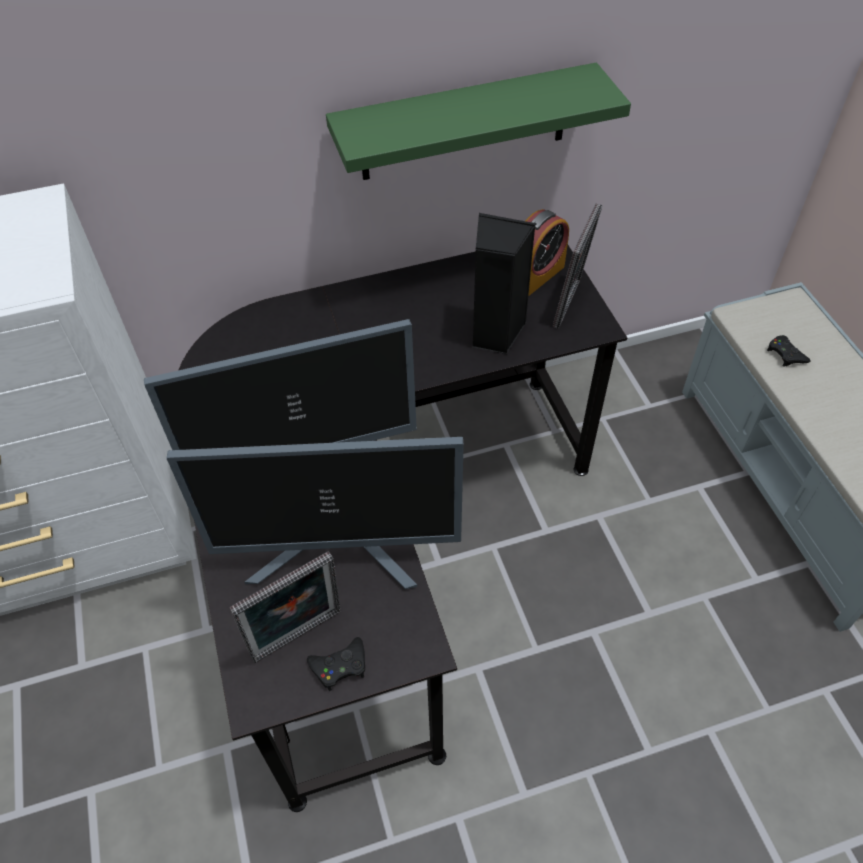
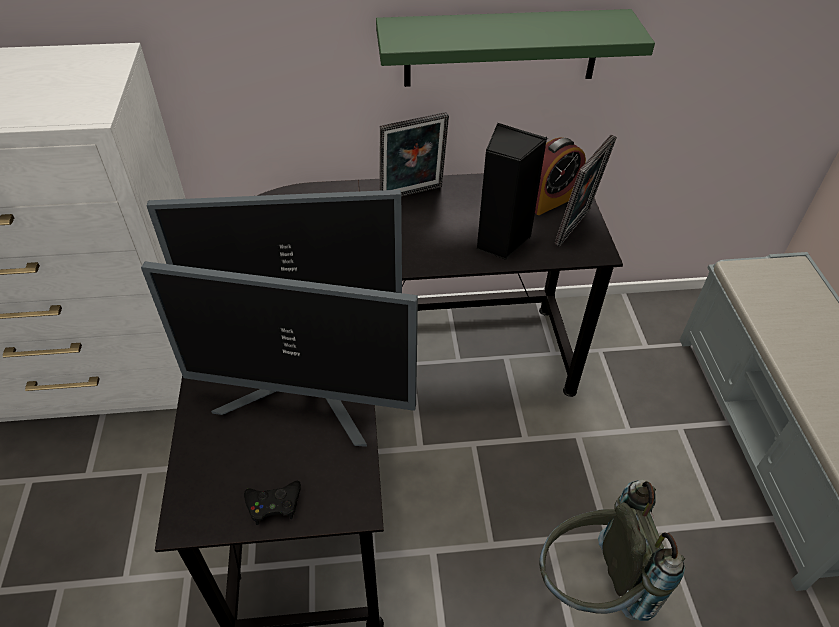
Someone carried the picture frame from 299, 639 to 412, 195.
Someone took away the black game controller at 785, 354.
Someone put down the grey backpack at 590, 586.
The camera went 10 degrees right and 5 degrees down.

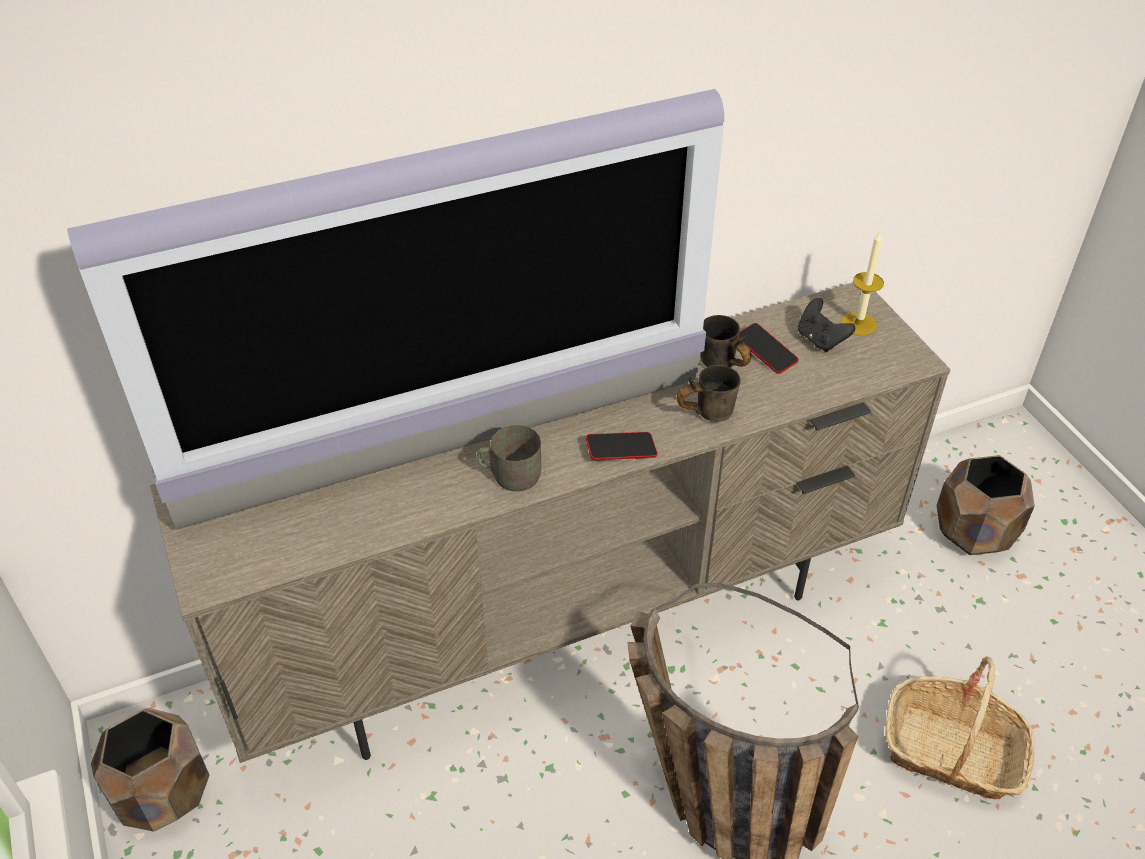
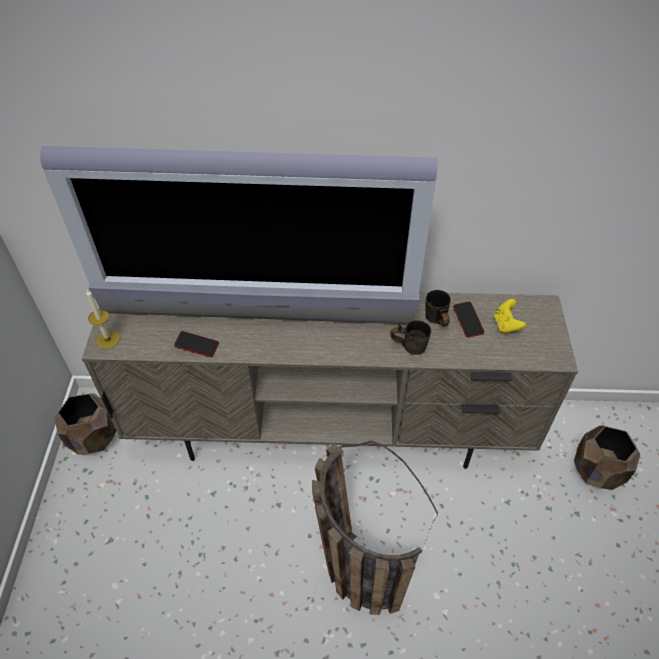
Someone took away the grey mug at 510, 474.
Someone carried the phone from 621, 450 to 197, 346.
Someone repainted the black game controller at 820, 340, which became the yellow game controller at 506, 325.
Someone carried the candle from 858, 324 to 108, 340.
Someone took away the basket at 952, 751.
The camera went 25 degrees right and 5 degrees up.

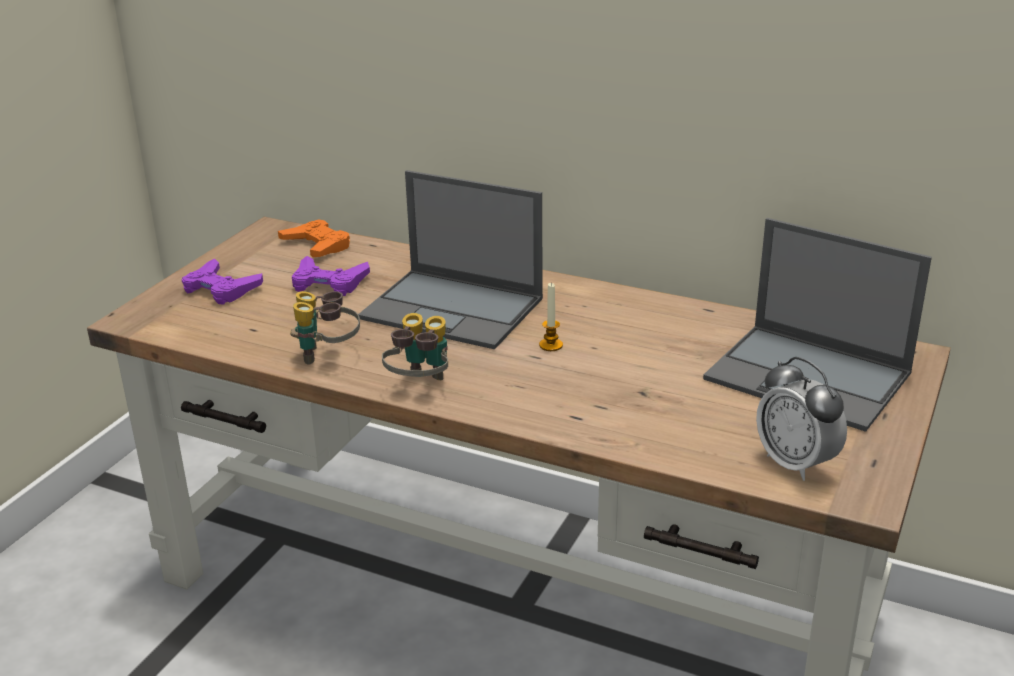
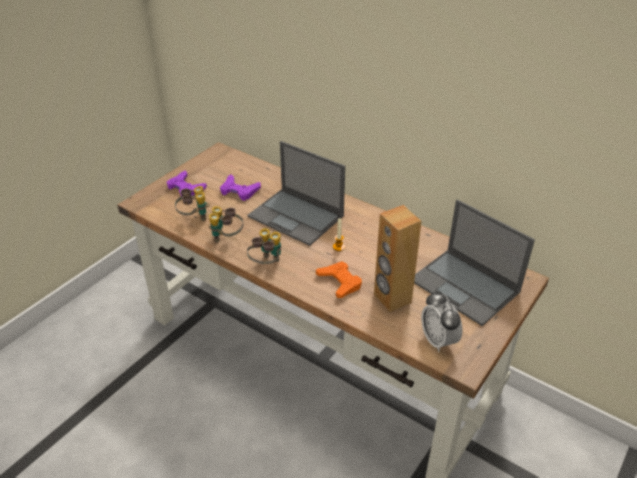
Someone carried the orange game controller from 317, 245 to 340, 282.
Someone put down the binoculars at 194, 217.
Someone put down the brown speaker at 392, 299.
The camera went 10 degrees right and 10 degrees up.

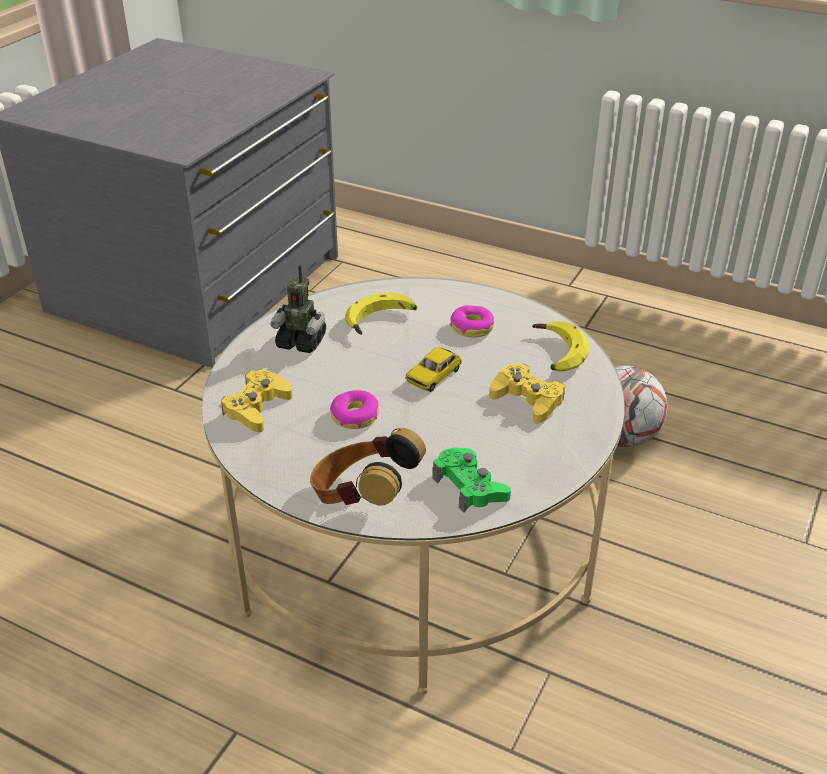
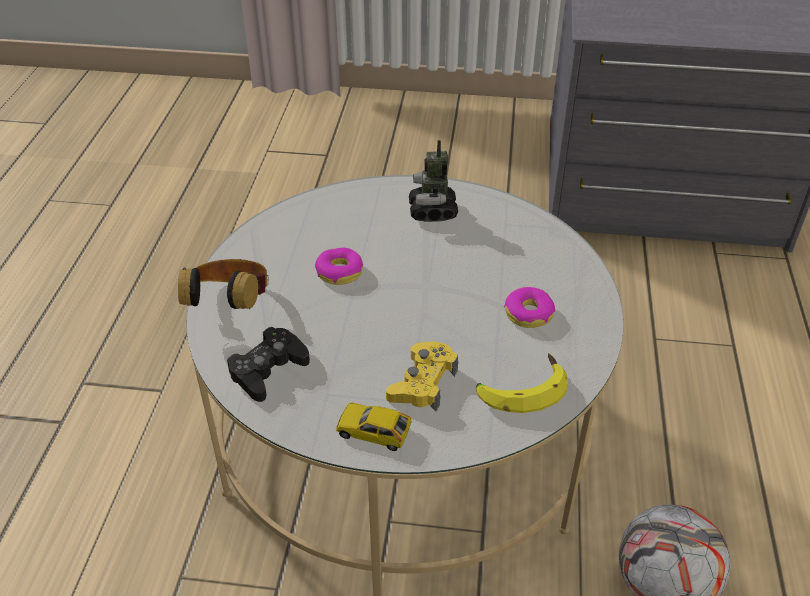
Someone took away the yellow game controller at 257, 408.
Someone took away the banana at 382, 322.
Someone carried the toy car from 433, 376 to 374, 431.
Someone repainted the green game controller at 470, 487, which became the black game controller at 268, 370.
The camera went 70 degrees right and 5 degrees up.

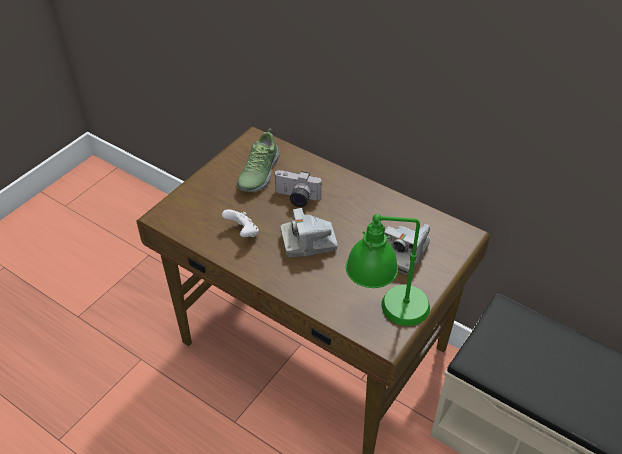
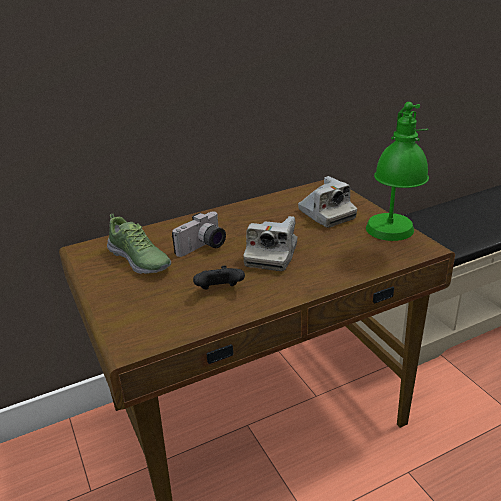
Someone repainted the white game controller at 243, 232, which became the black game controller at 219, 291.
The camera went 60 degrees left and 15 degrees down.

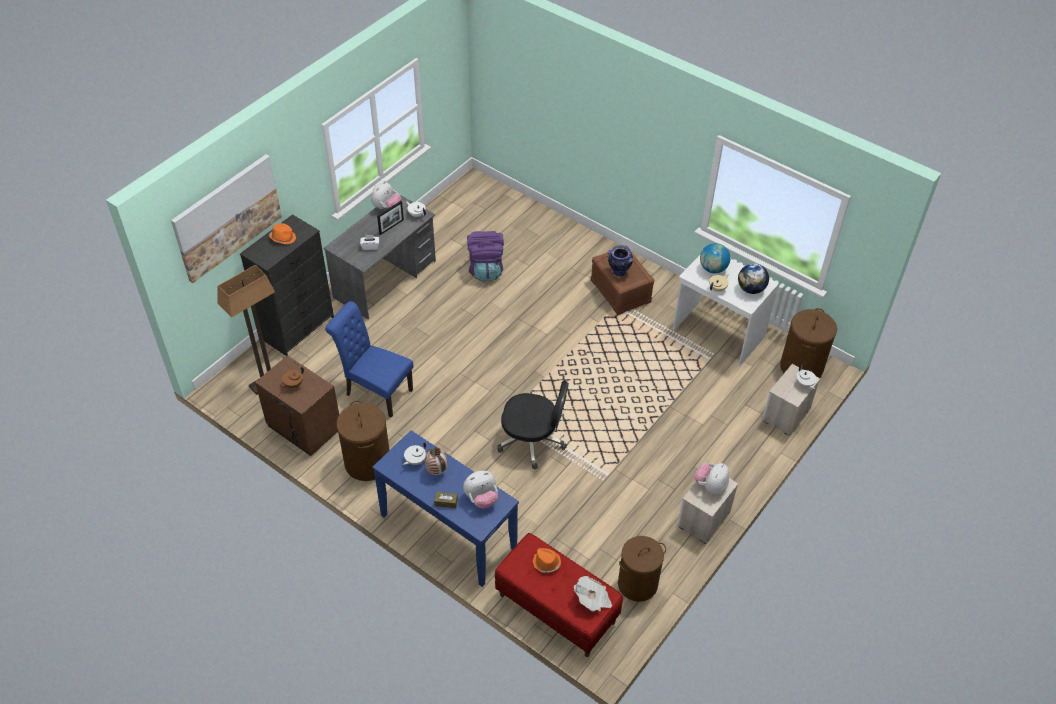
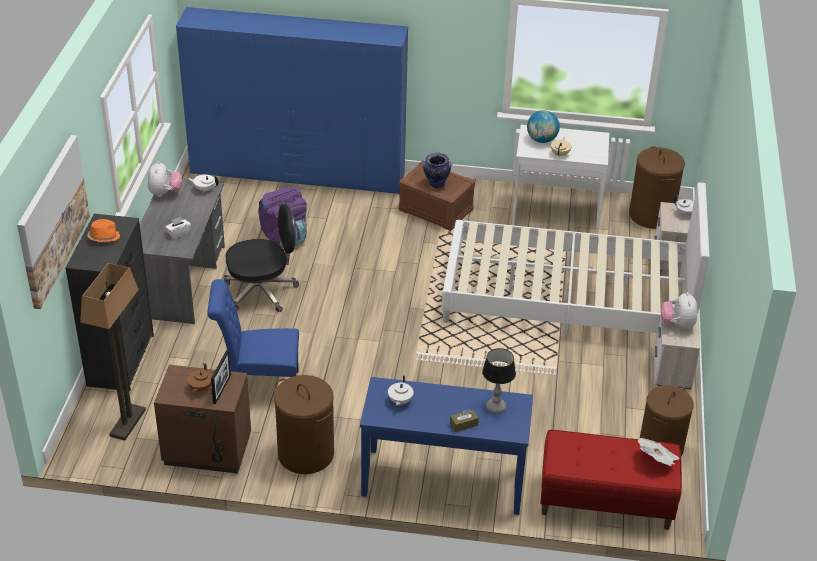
Someone carried the picture frame from 391, 227 to 222, 389.
Someone took away the vase at 437, 471.
Someone swapped the plush toy at 481, 498 for the table lamp at 495, 407.
Someone carried the black office chair from 532, 441 to 262, 291.
Someone took away the orange hat at 546, 563.
Someone took away the globe at 750, 289.
Someone put down the blue wardrobe at 297, 174.
Someone put down the white bed at 567, 300.
The camera went 30 degrees left and 10 degrees down.

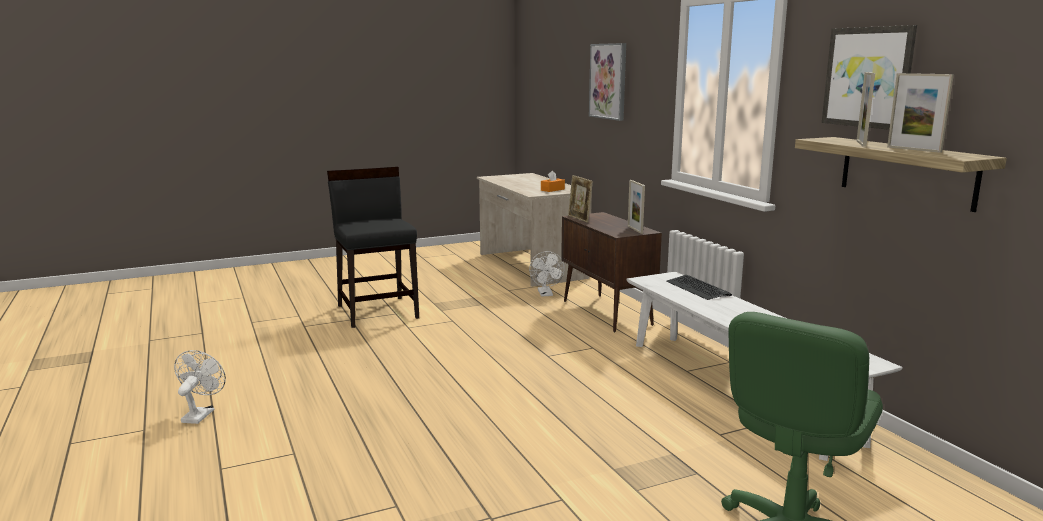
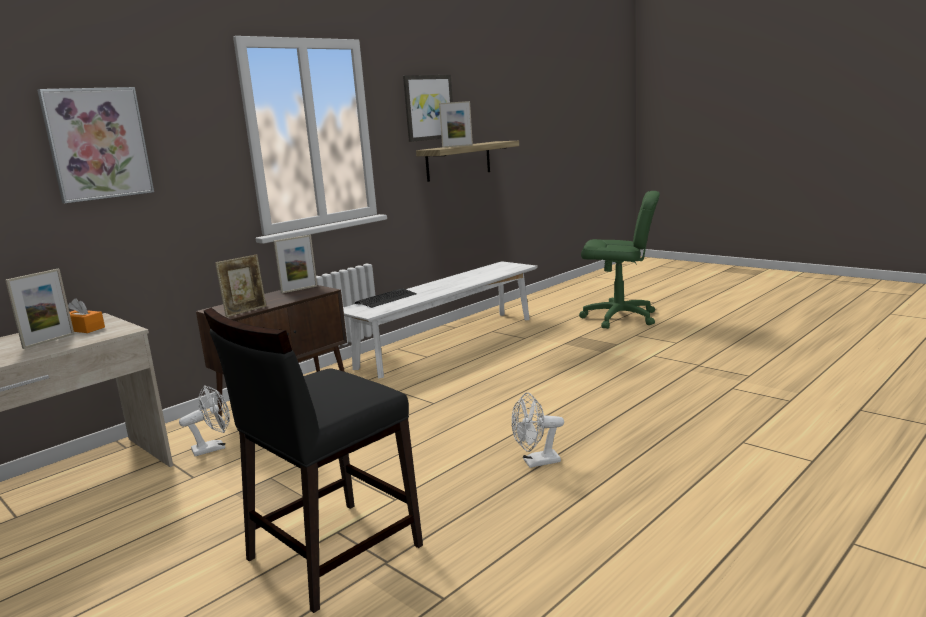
Someone carried the white fan from 200, 414 to 536, 462.
Someone carried the picture frame from 913, 149 to 49, 341.
The camera went 110 degrees left and 0 degrees up.

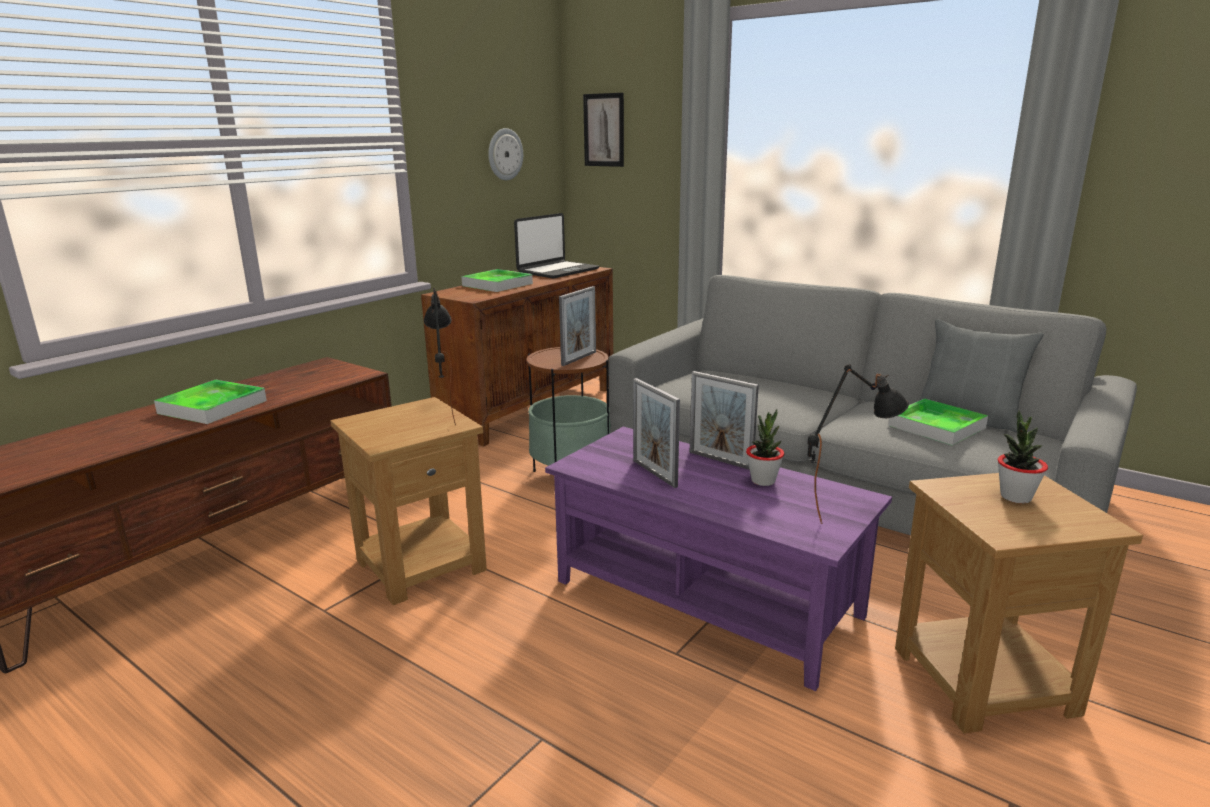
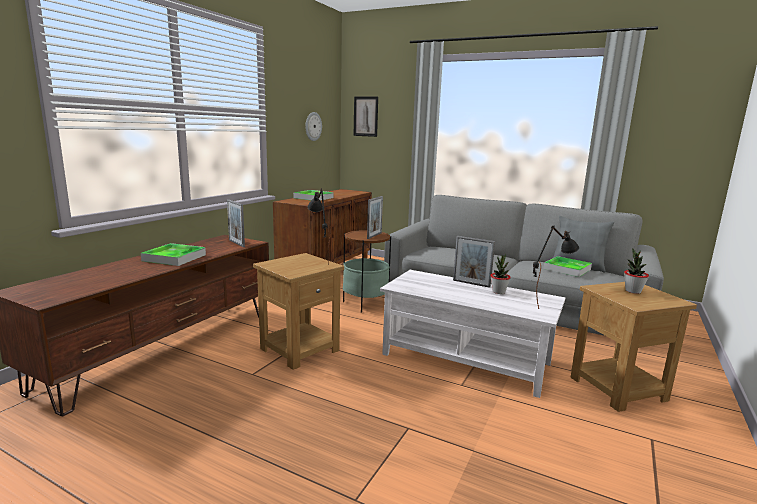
Someone took away the laptop at 557, 271.
Someone repainted the purple coffee table at 707, 598, which became the white coffee table at 466, 359.
Someone carried the picture frame from 654, 473 to 236, 243.
The camera went 10 degrees left and 5 degrees down.

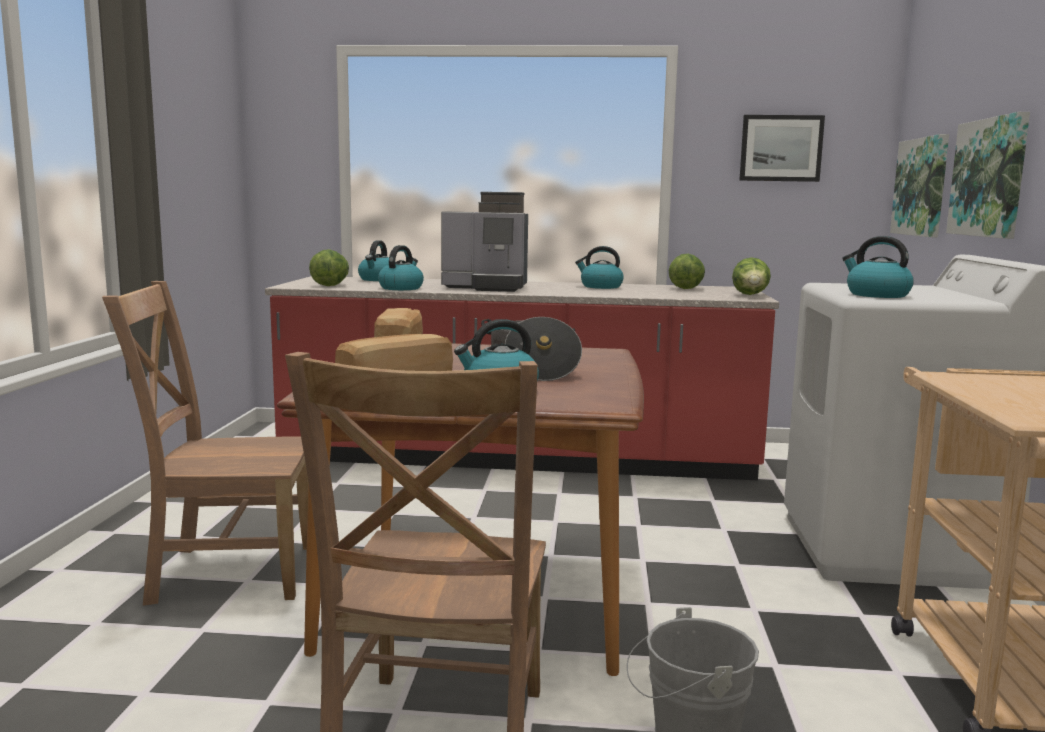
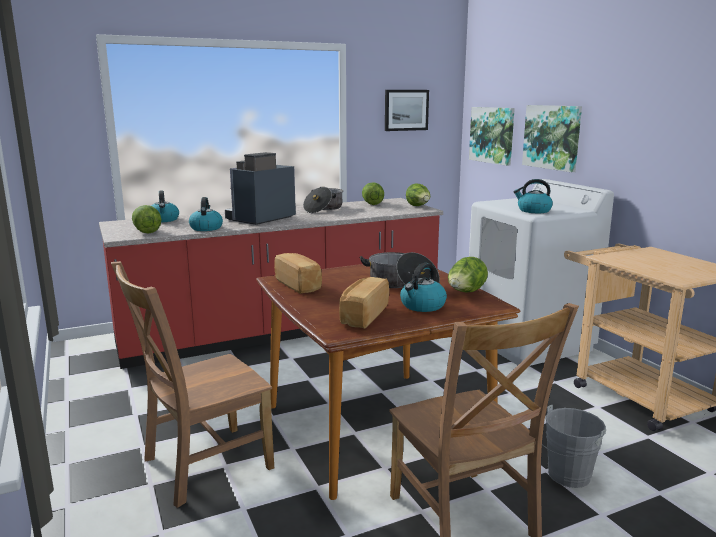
Someone rotated the coffee machine at 488, 287 by 150 degrees clockwise.
Someone swapped the kettle at 600, 287 for the cooking pot at 323, 209.
Someone put down the lettuce at 465, 293.
The camera went 30 degrees left and 5 degrees up.

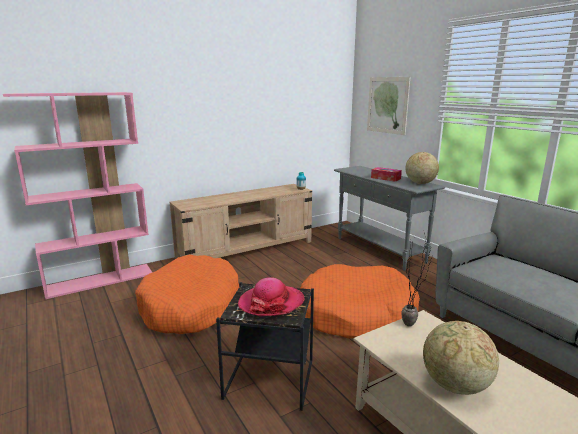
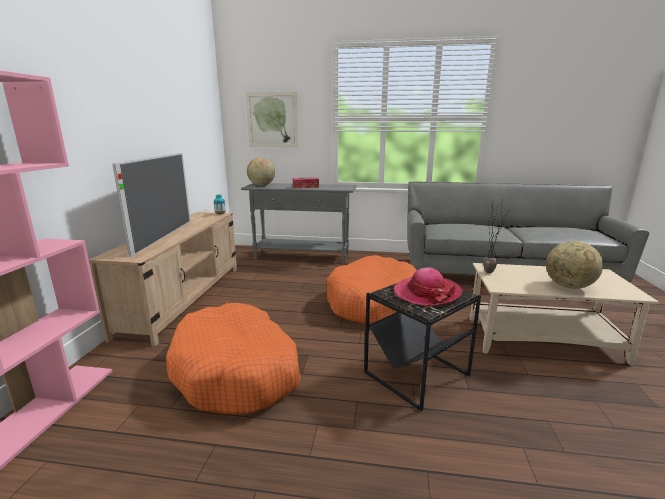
Someone carried the globe from 420, 183 to 261, 185.
Someone put down the television at 165, 236.
The camera went 50 degrees left and 0 degrees up.

